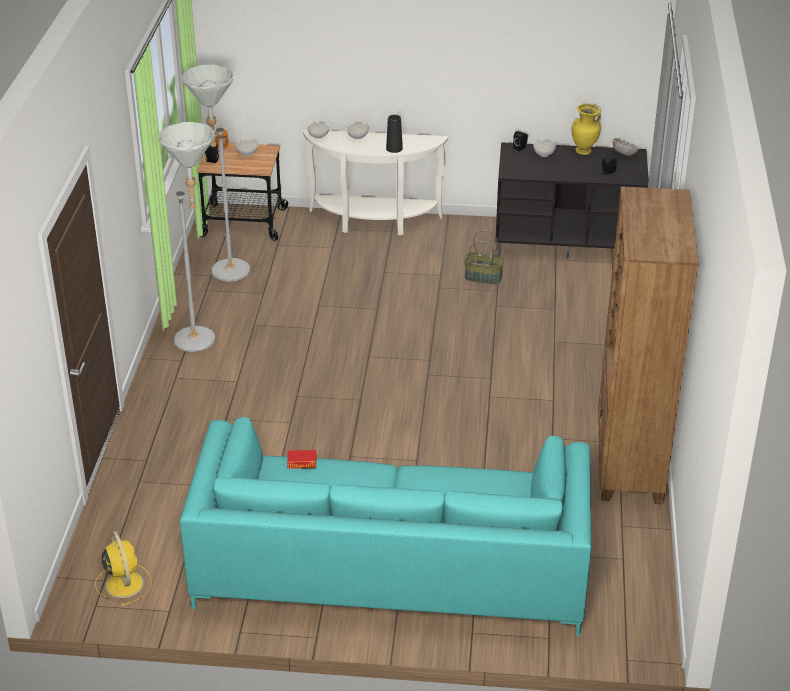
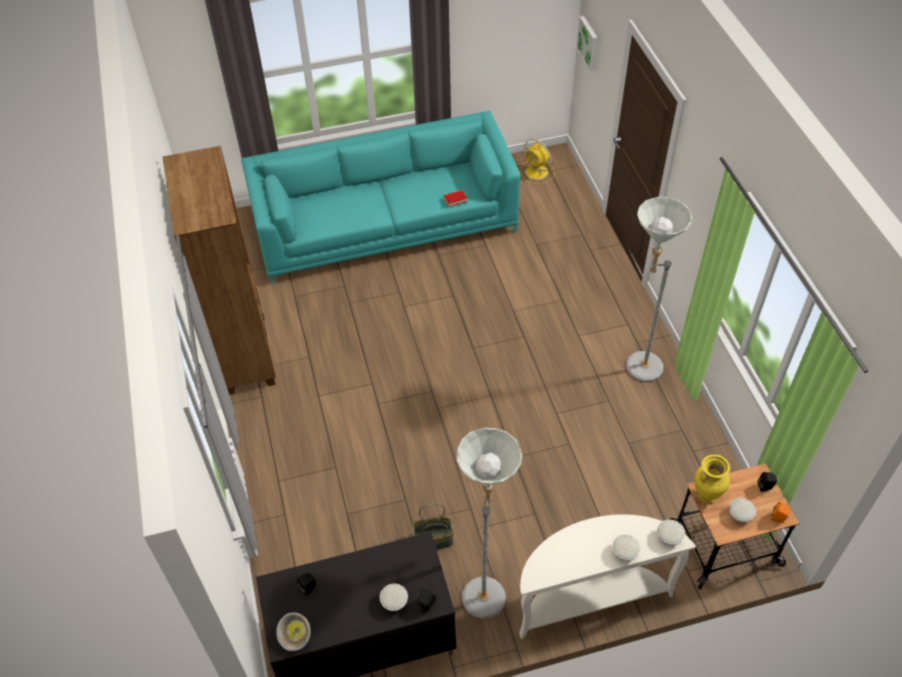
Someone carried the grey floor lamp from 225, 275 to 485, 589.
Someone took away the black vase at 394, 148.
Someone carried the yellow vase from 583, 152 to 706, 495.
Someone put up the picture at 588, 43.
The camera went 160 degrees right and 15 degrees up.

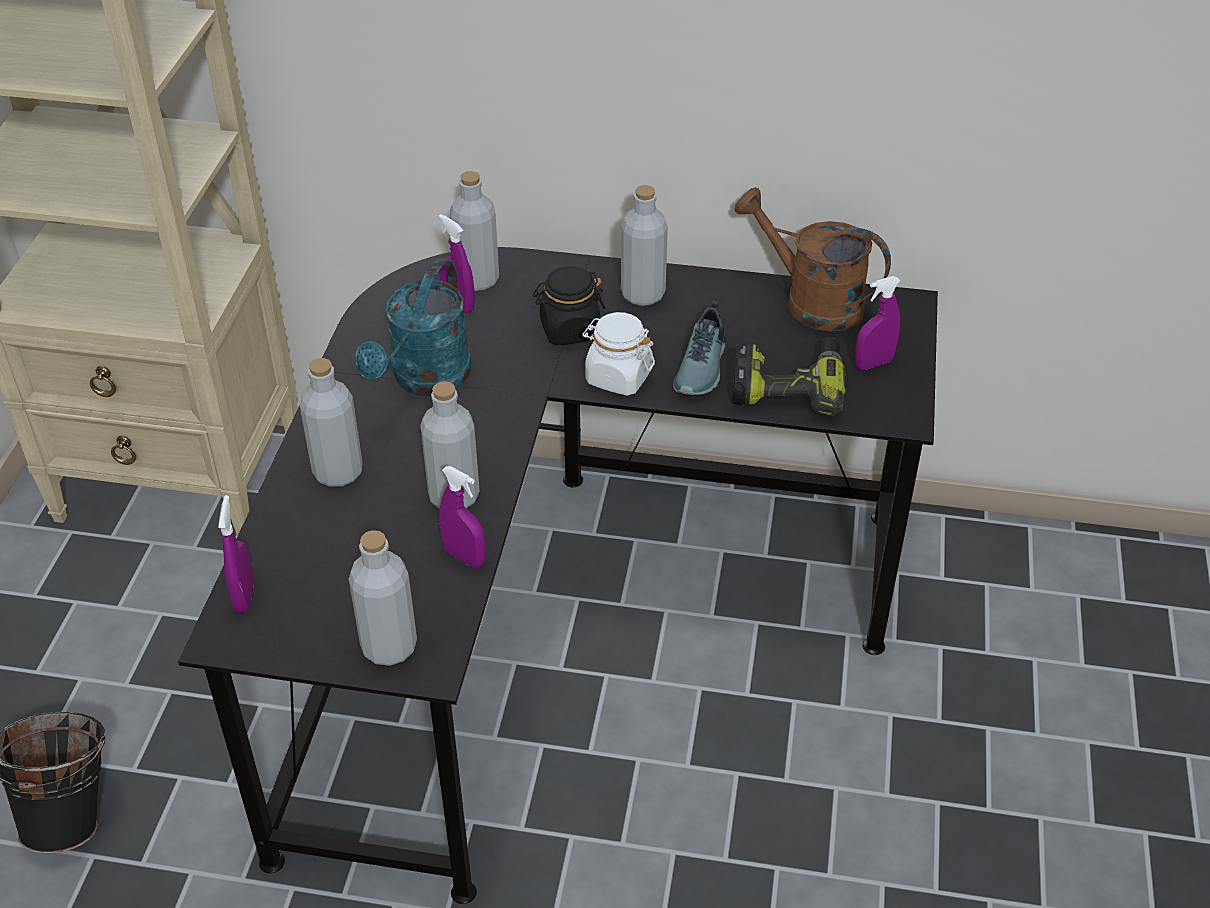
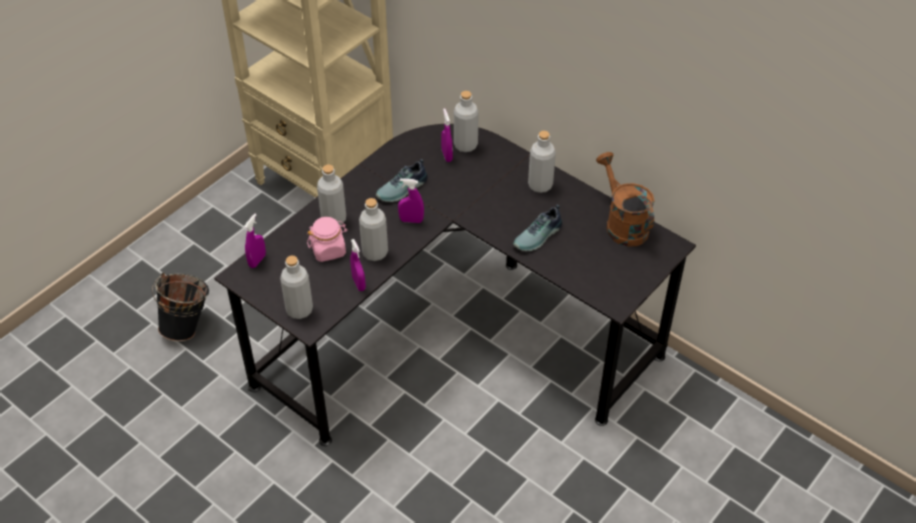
Someone swapped the turquoise watering can at 425, 380 for the shoe at 403, 189.
Someone took away the black jar at 569, 330.
Someone took away the white jar at 618, 377.
Someone took away the power drill at 787, 385.
Someone carried the purple spray bottle from 873, 363 to 411, 220.
Someone put down the pink jar at 328, 250.
The camera went 30 degrees right and 5 degrees up.

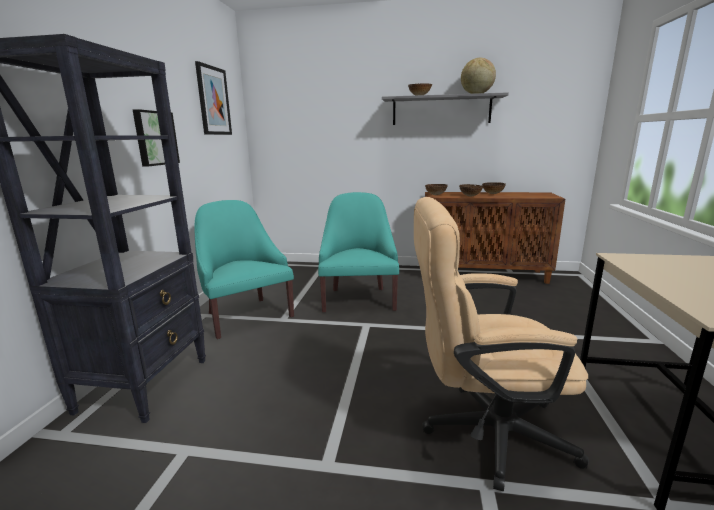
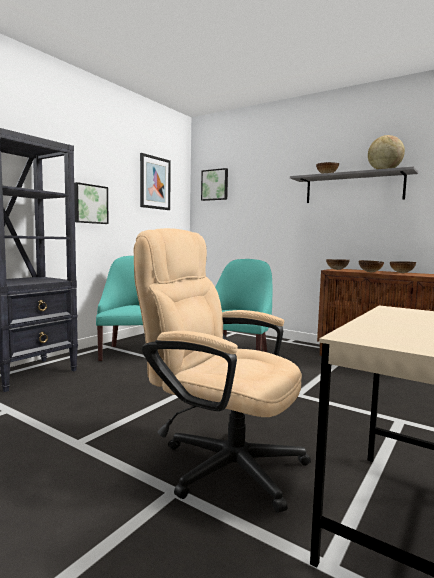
Someone put up the picture at 215, 185.
The camera went 25 degrees right and 10 degrees down.

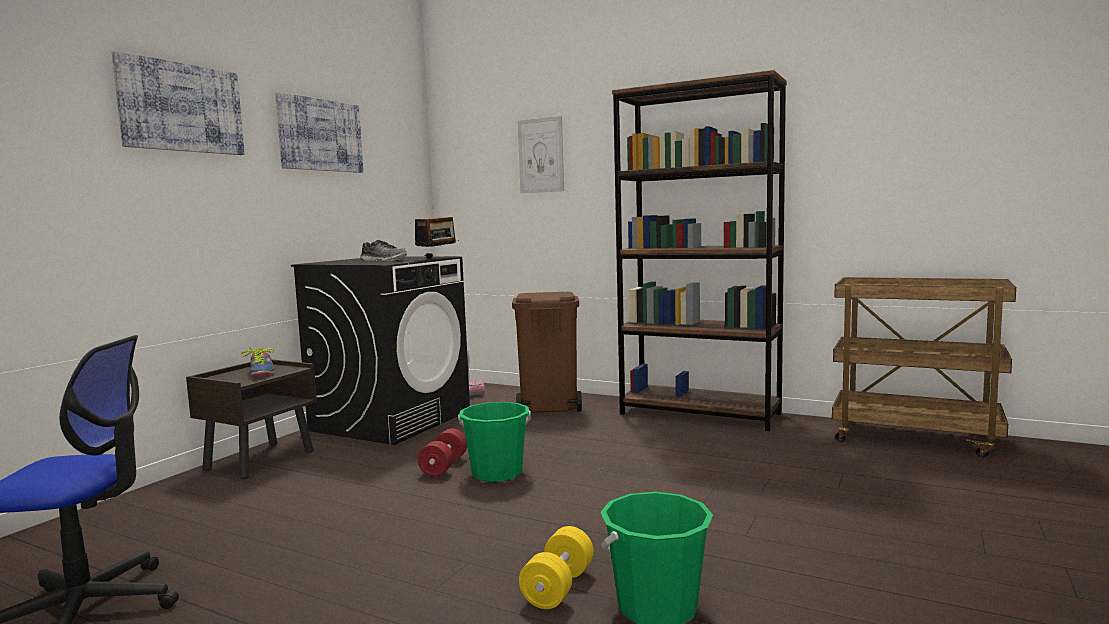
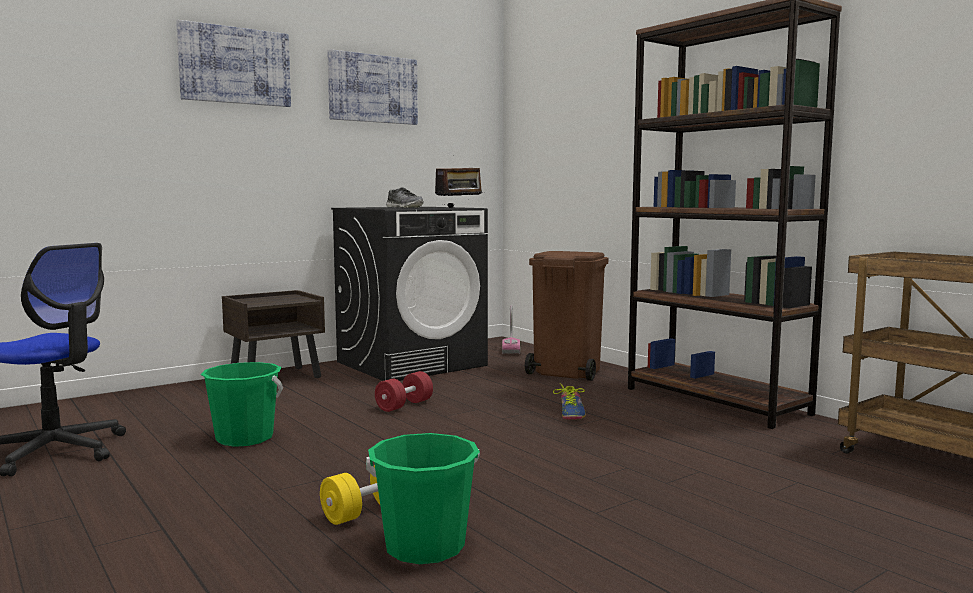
Someone carried the shoe from 262, 372 to 572, 413.
Someone carried the green bucket from 497, 473 to 245, 438.
Someone took away the picture at 541, 155.
The camera went 25 degrees right and 0 degrees up.

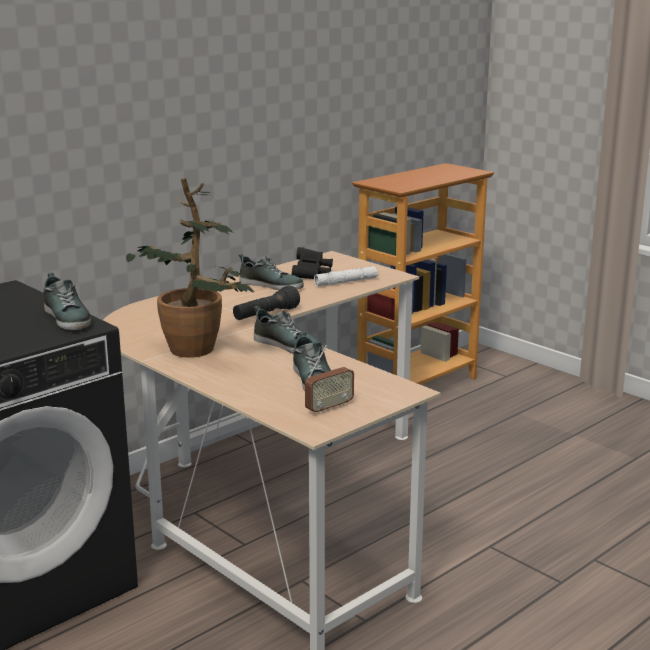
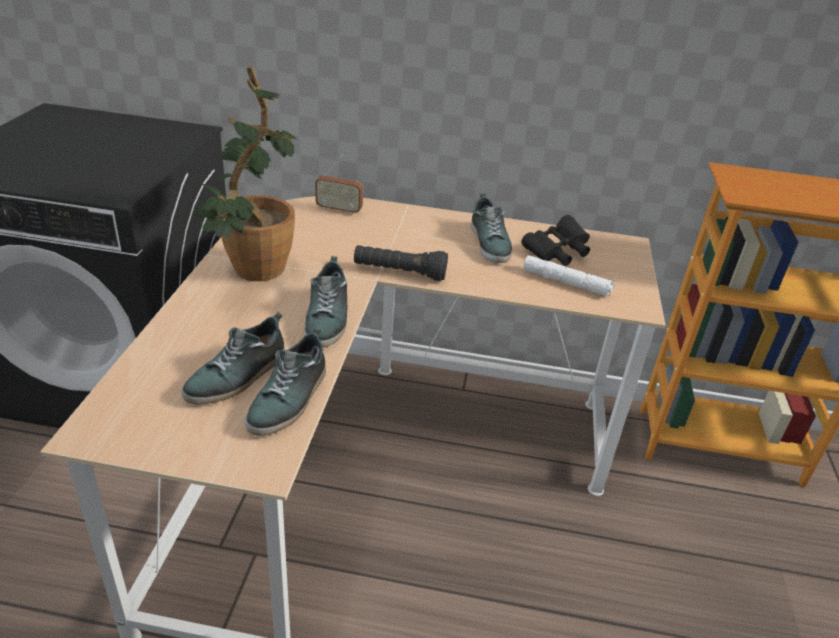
Someone carried the shoe from 68, 318 to 289, 399.
Someone carried the radio from 329, 408 to 339, 210.
The camera went 50 degrees right and 15 degrees up.

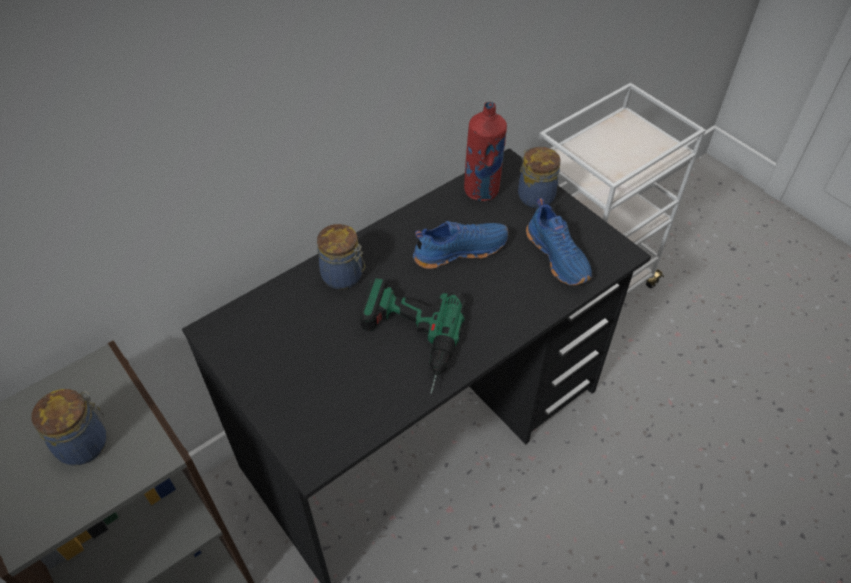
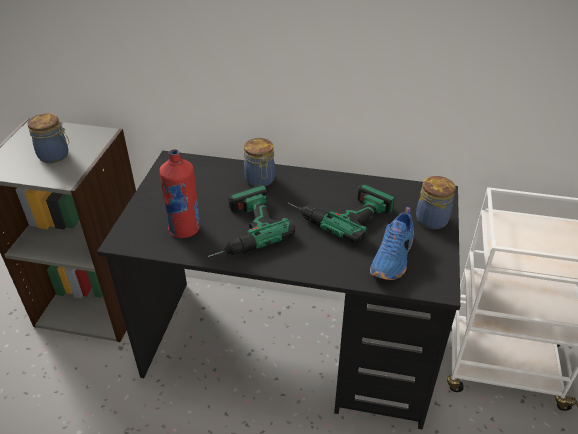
Someone swapped the blue shoe at 459, 250 for the power drill at 339, 212.
Someone carried the red bottle from 482, 190 to 185, 229.
The camera went 50 degrees right and 10 degrees down.

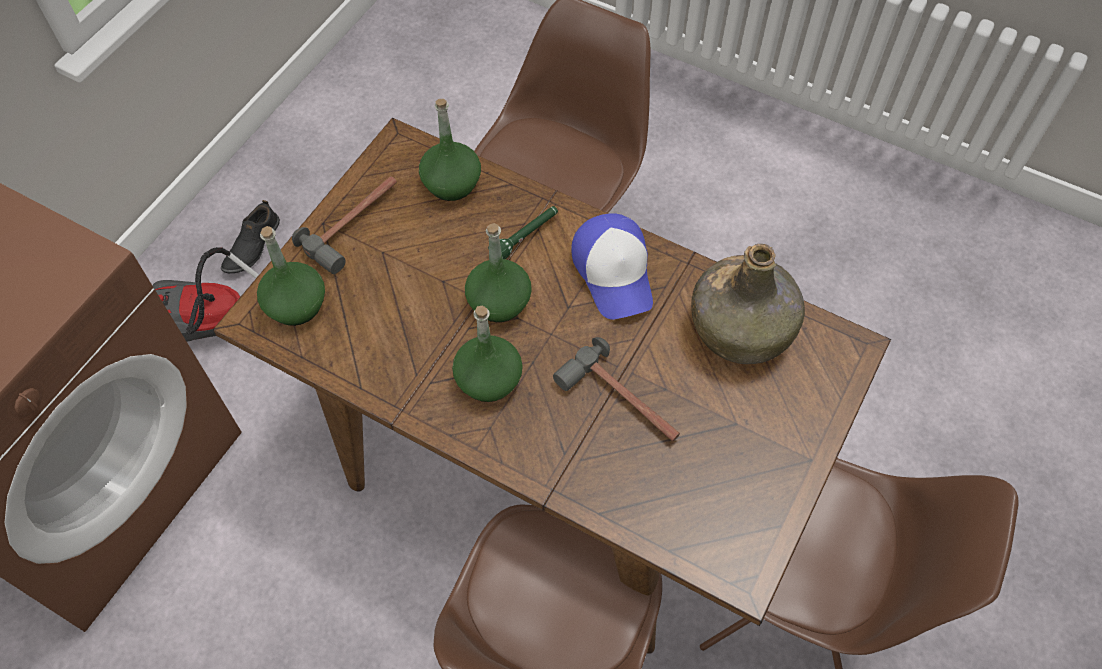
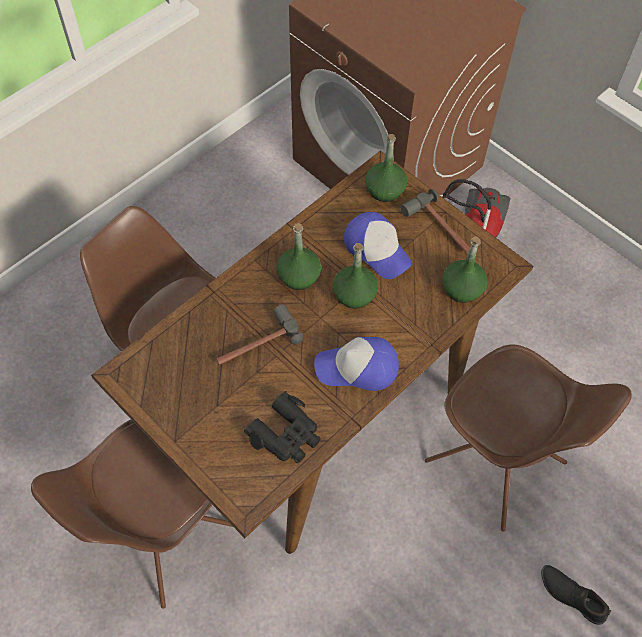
Someone carried the black shoe from 251, 246 to 572, 595.
Someone took away the green flashlight at 525, 237.
Someone swapped the green bottle at 741, 328 for the black binoculars at 286, 434.
Someone put down the cap at 377, 249.
The camera went 105 degrees right and 0 degrees up.

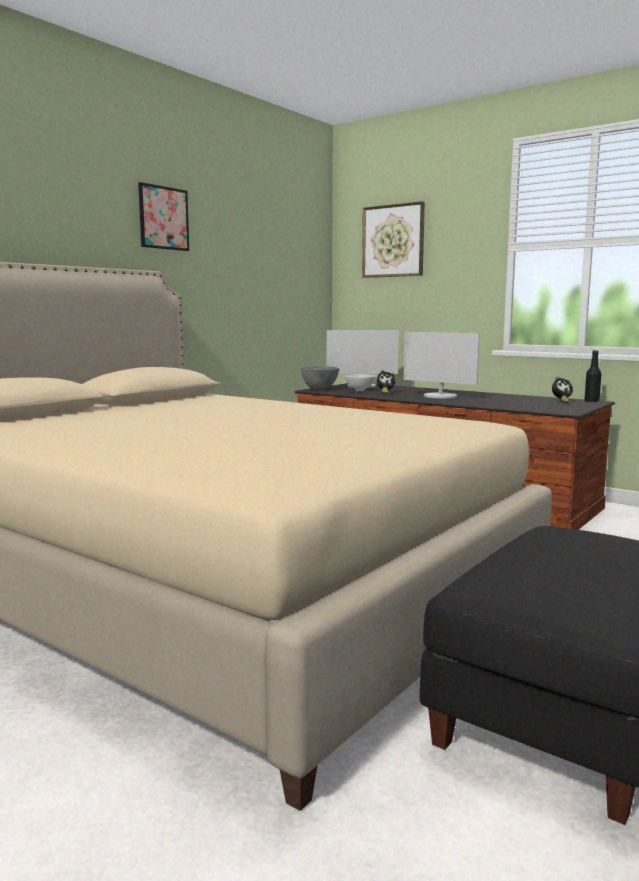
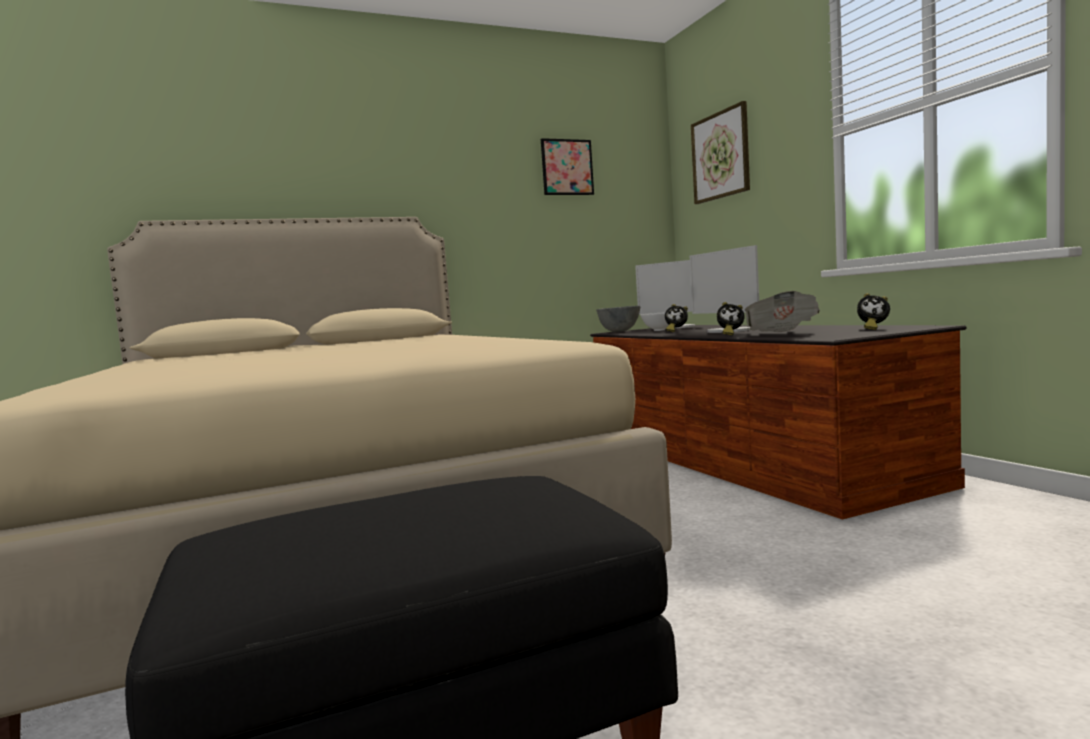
Someone carried the picture from 163, 218 to 567, 167.
Someone took away the black bottle at 591, 401.
Someone put down the alarm clock at 730, 334.
Someone put down the newspaper at 782, 334.
The camera went 30 degrees right and 5 degrees down.

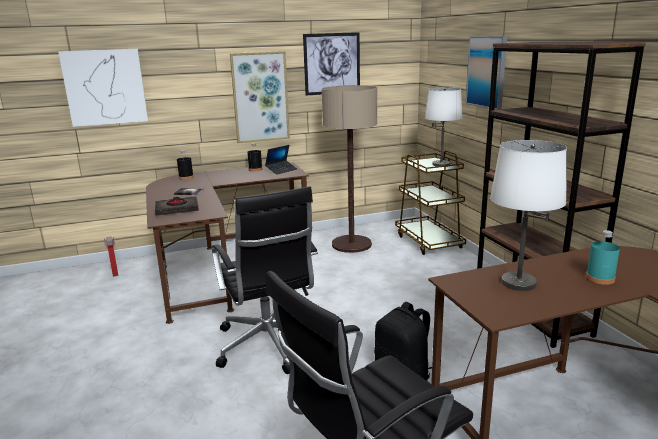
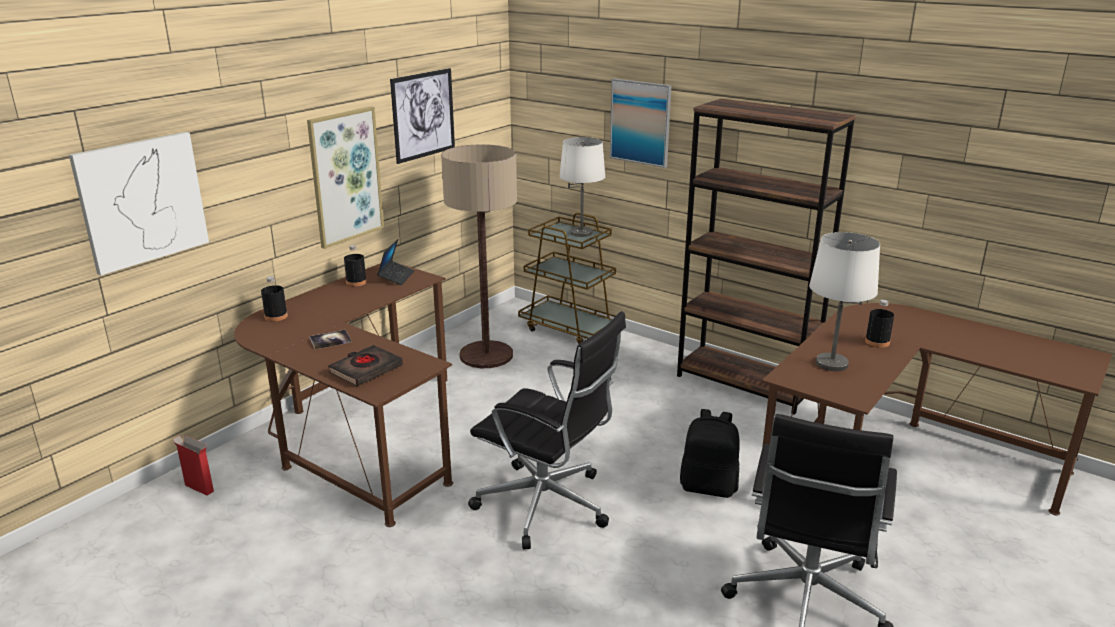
Someone repainted the turquoise bottle at 600, 278, which became the black bottle at 877, 342.
The camera went 35 degrees left and 5 degrees up.

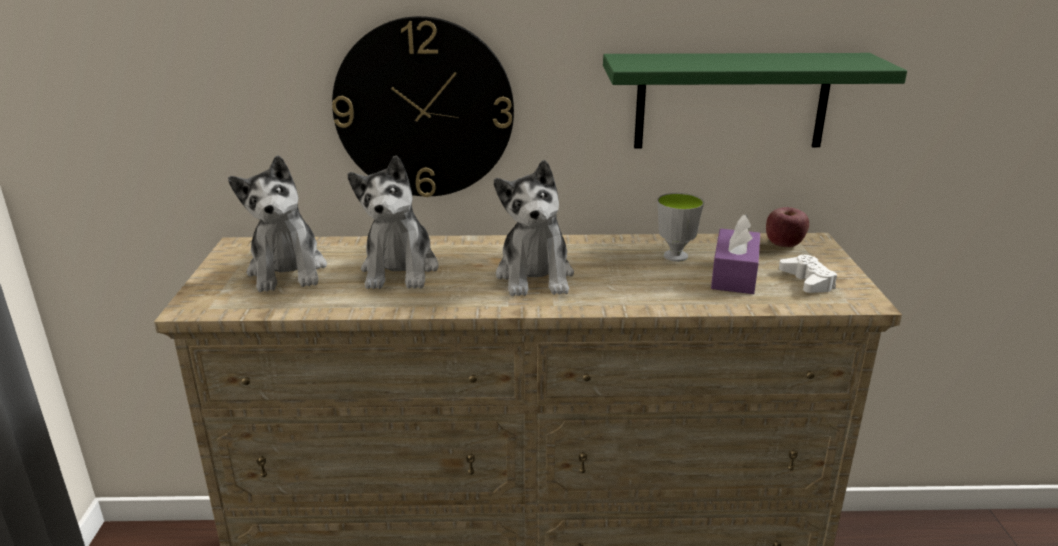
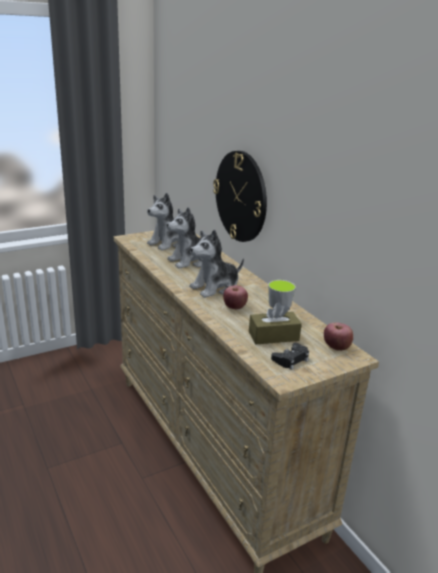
Someone took away the green shelf at 731, 101.
Someone repainted the purple tissue box at 734, 275, which became the brown tissue box at 273, 336.
Someone repainted the white game controller at 807, 281, which became the black game controller at 291, 359.
Someone put down the apple at 234, 307.
The camera went 60 degrees right and 0 degrees up.

